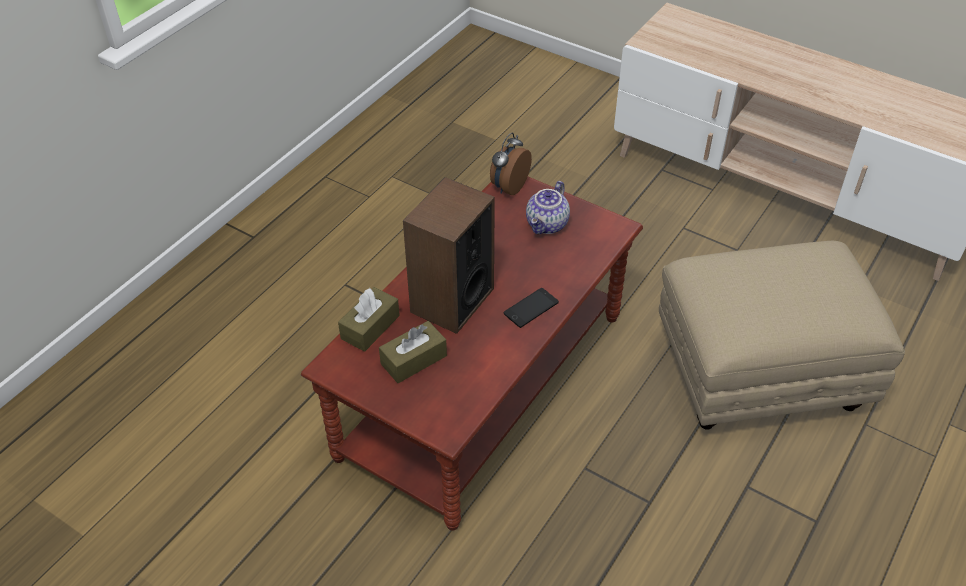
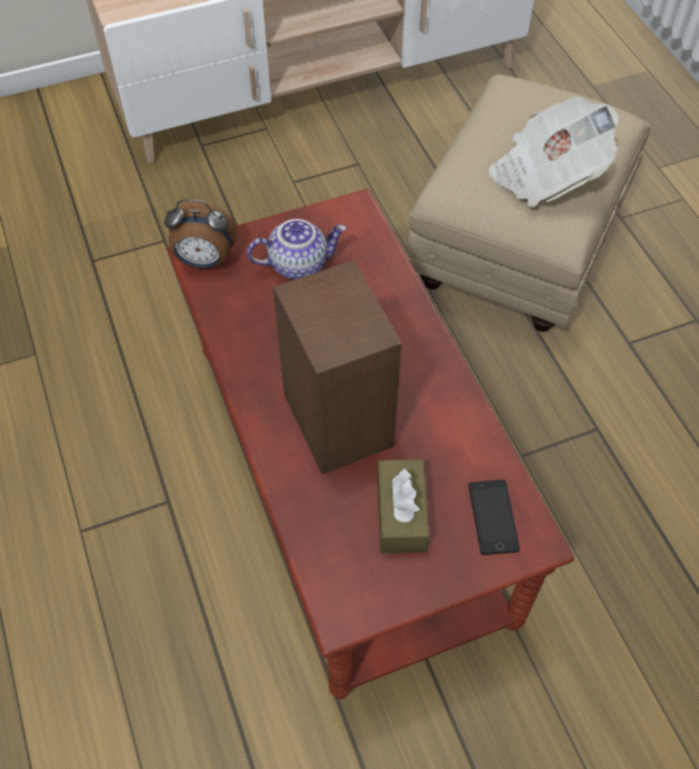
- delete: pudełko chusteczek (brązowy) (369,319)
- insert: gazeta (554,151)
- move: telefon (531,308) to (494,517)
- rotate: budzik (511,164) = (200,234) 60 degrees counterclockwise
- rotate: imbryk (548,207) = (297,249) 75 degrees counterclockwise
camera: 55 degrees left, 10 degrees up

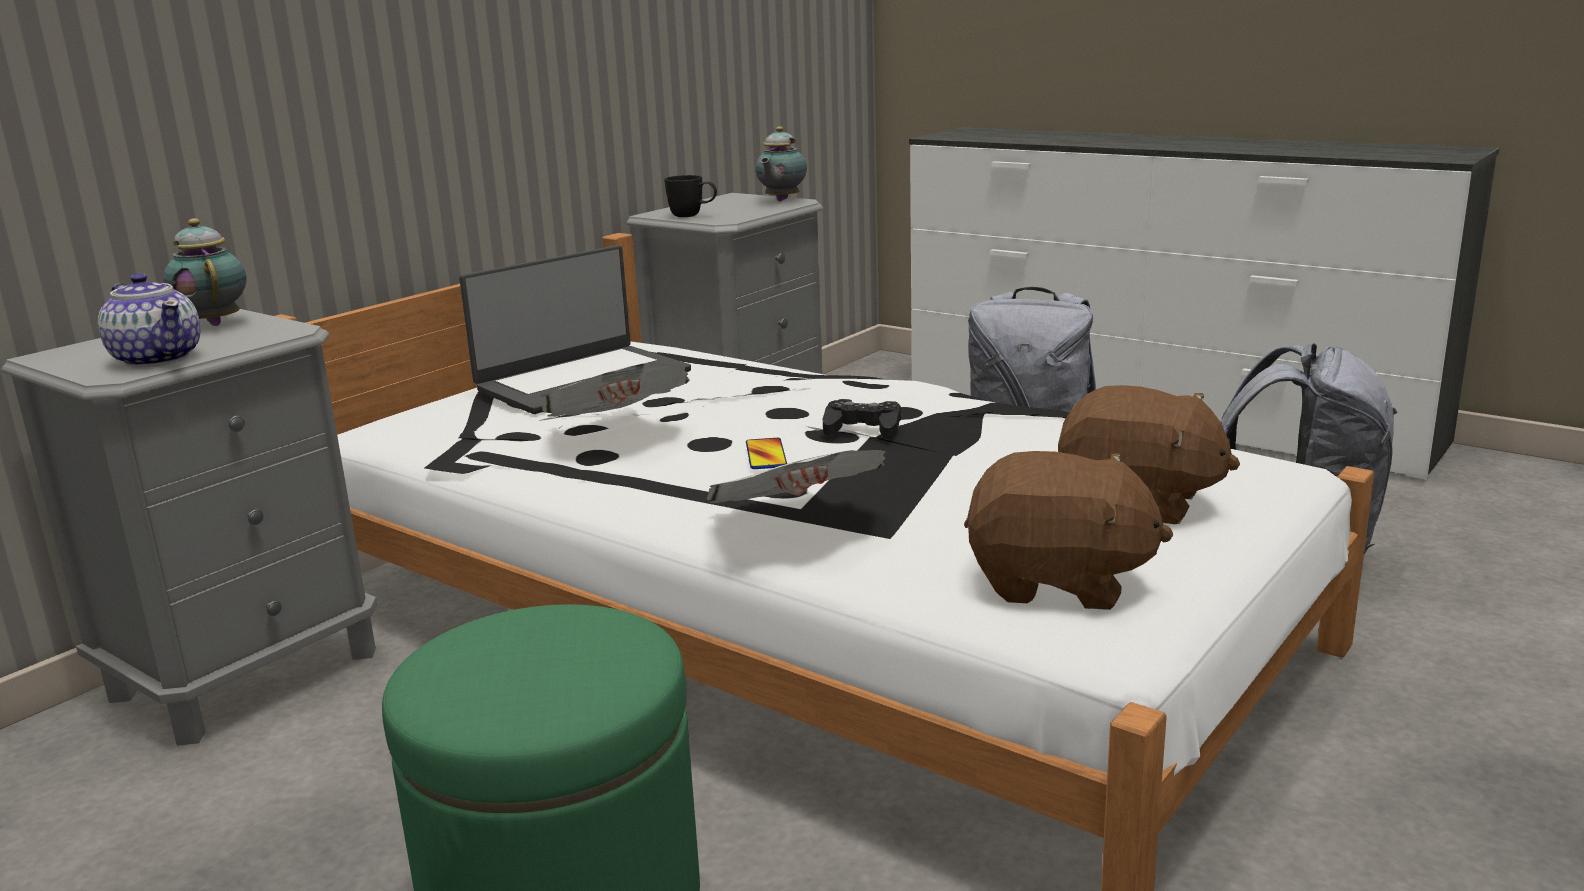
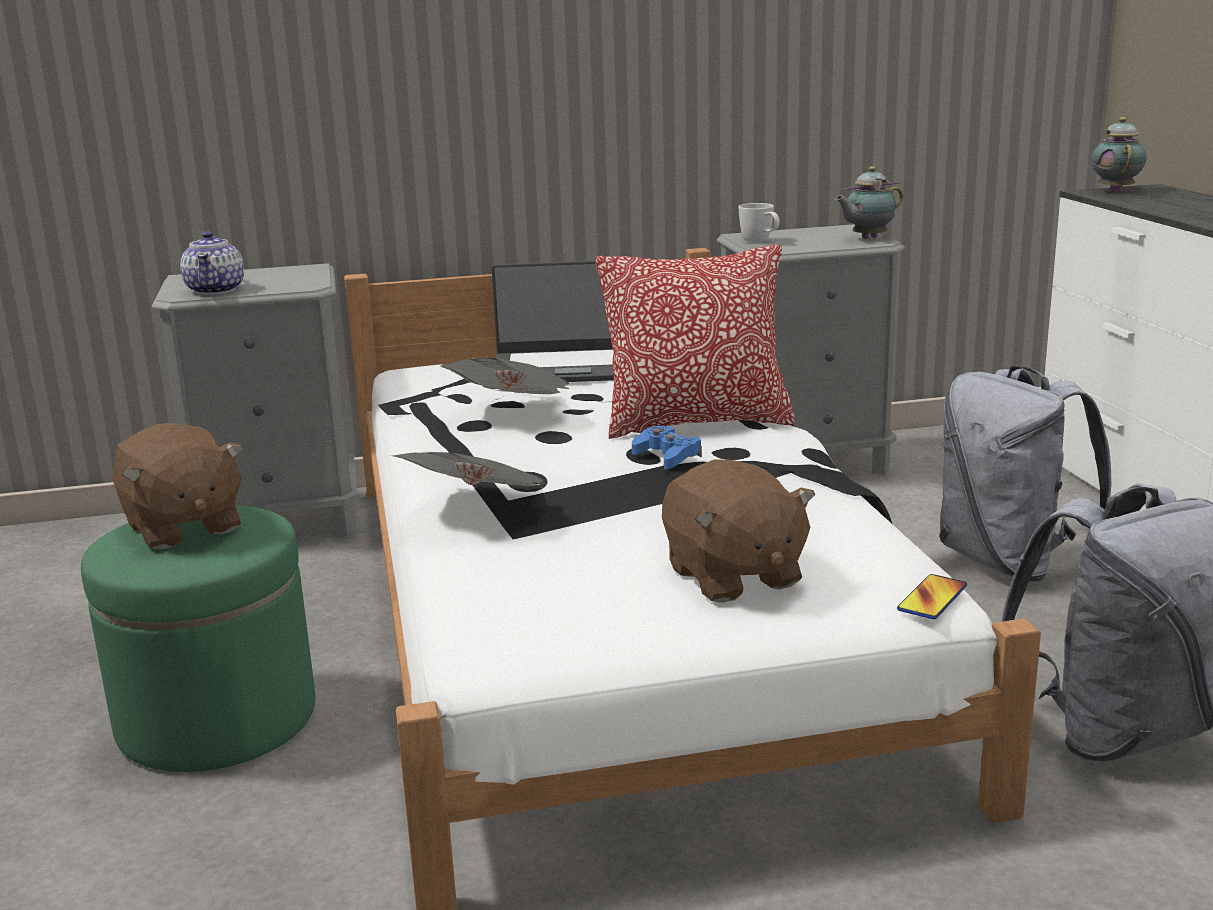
- insert: poduszka (695,342)
- move: imbryk (205,272) to (1118,154)
- move: telefon (766,453) to (932,596)
- move: pluszak (brązowy) (1068,530) to (177,486)
- recolor: kubek (czarny) (690,196) to kubek (biały) (759,222)
- recolor: pad do gier (czarny) (862,419) to pad do gier (niebieski) (667,447)
camera: 40 degrees right, 0 degrees up

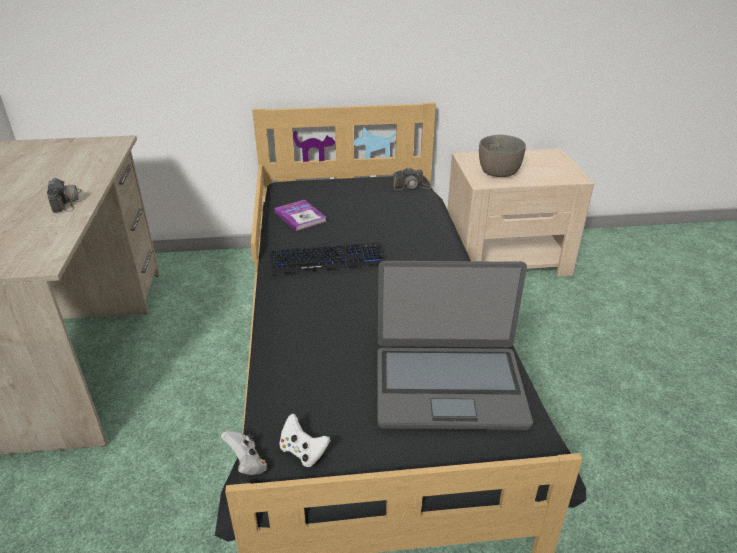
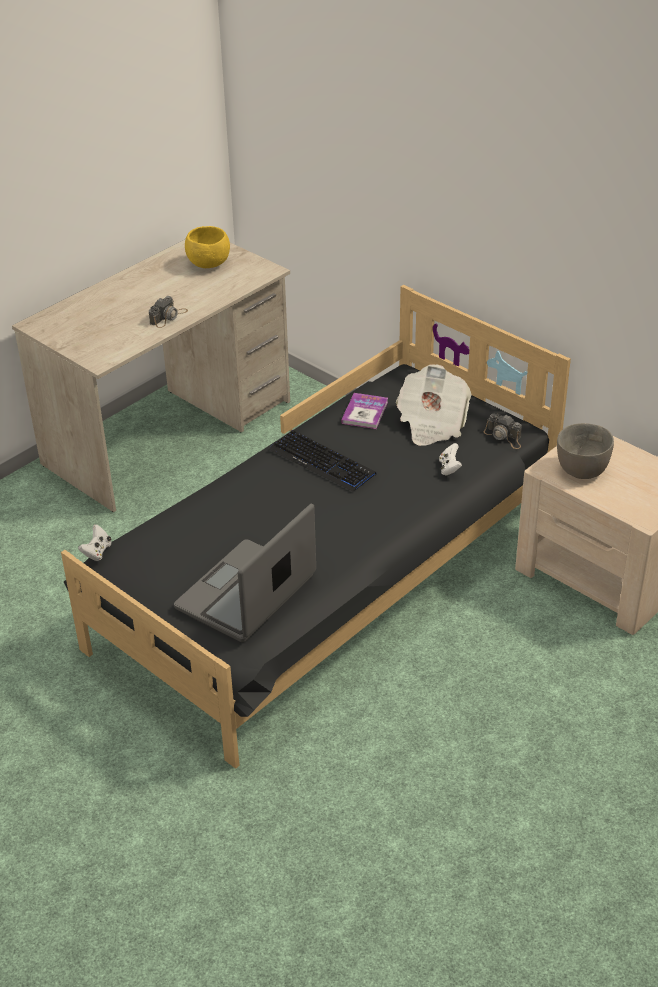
- insert: miska (żółty) (207,247)
- insert: gazeta (434,405)
- move: pad do gier (biały) (305,440) to (450,459)
- rotate: laptop (455,345) = (245,573) 75 degrees clockwise
camera: 50 degrees right, 5 degrees up

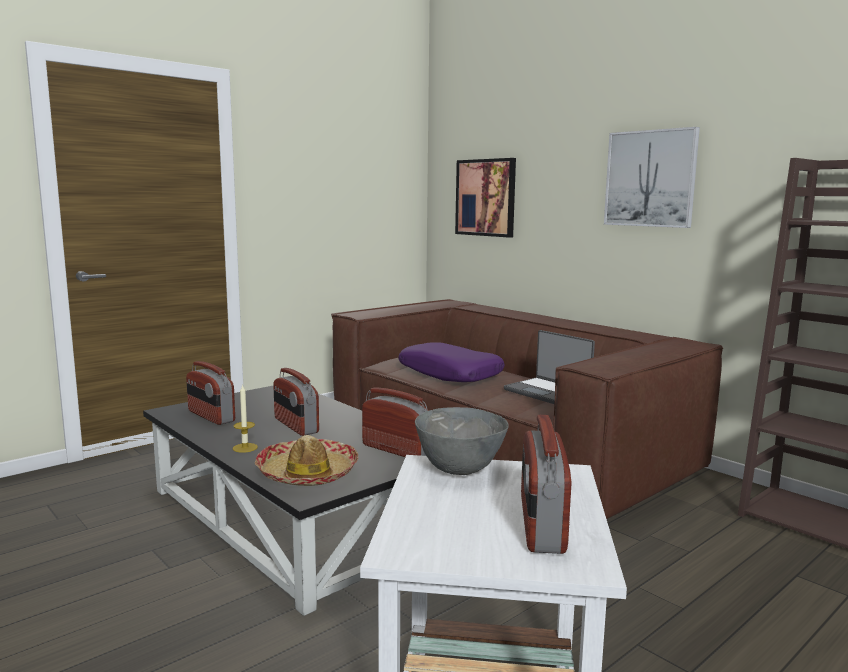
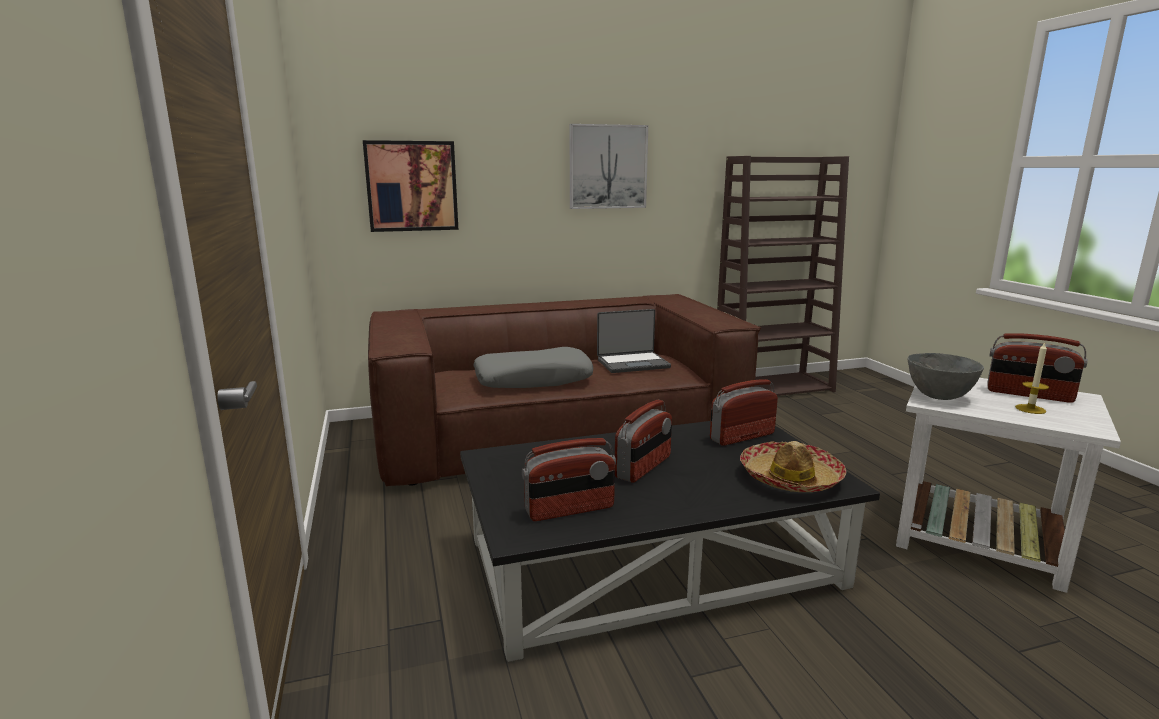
- move: świeca (245,418) to (1032,378)
- recolor: poduszka (fioletowy) (451,362) to poduszka (szary) (533,367)
- rotate: radio (296,402) = (643,441) 45 degrees counterclockwise
camera: 65 degrees left, 5 degrees up

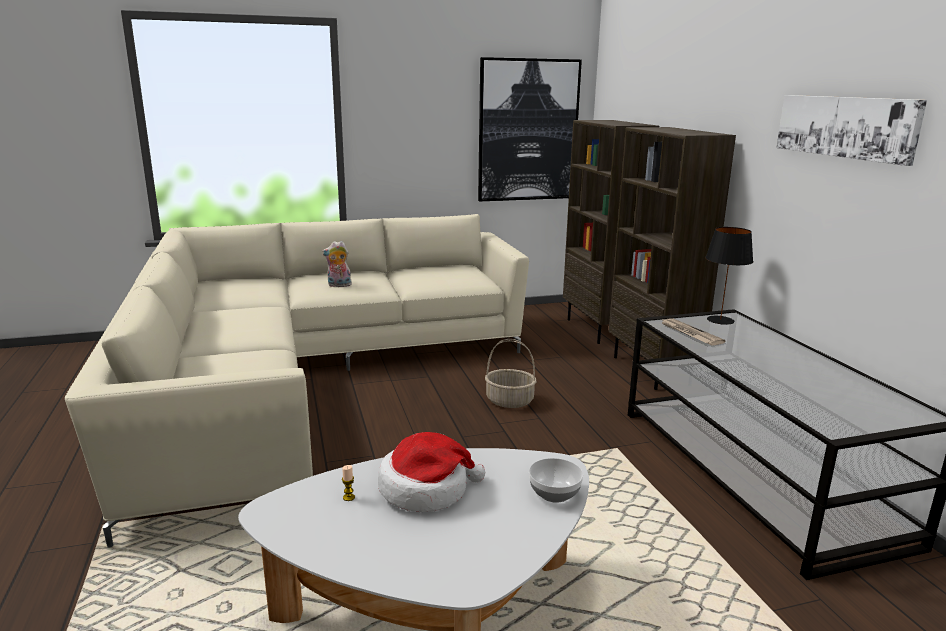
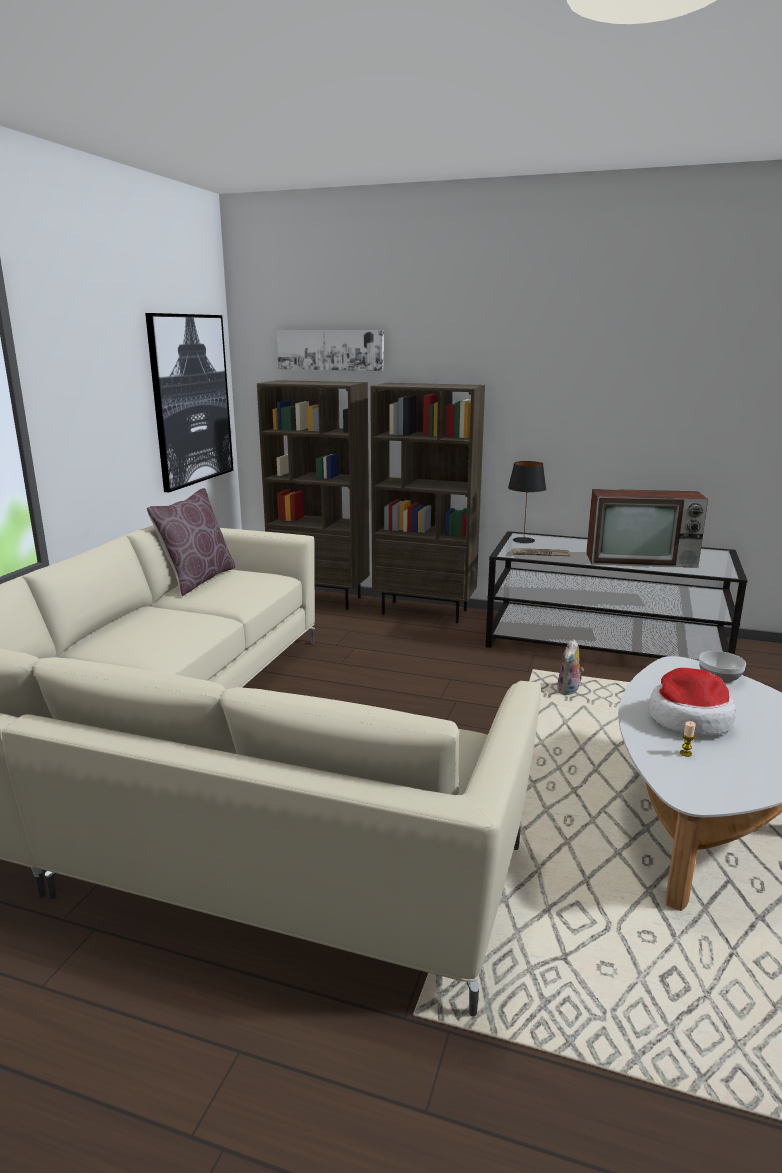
- delete: koszyk (510,373)
- insert: poduszka (brązowy) (191,542)
- insert: telewizor (647,528)
- move: pluszak (337,264) to (570,667)
- move: obraz (851,130) to (330,350)
camera: 55 degrees left, 0 degrees up

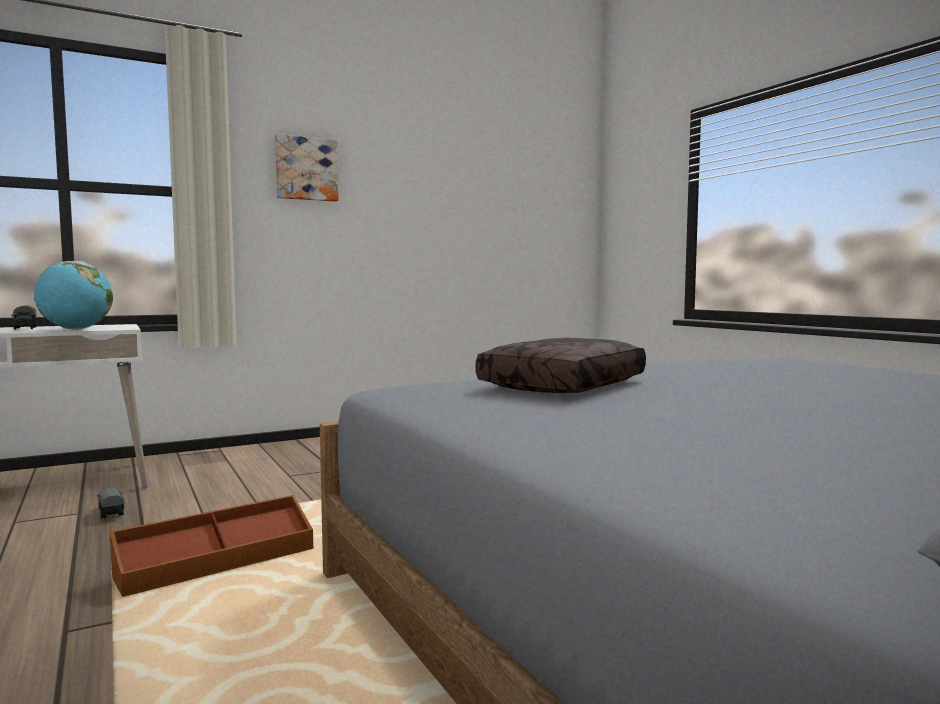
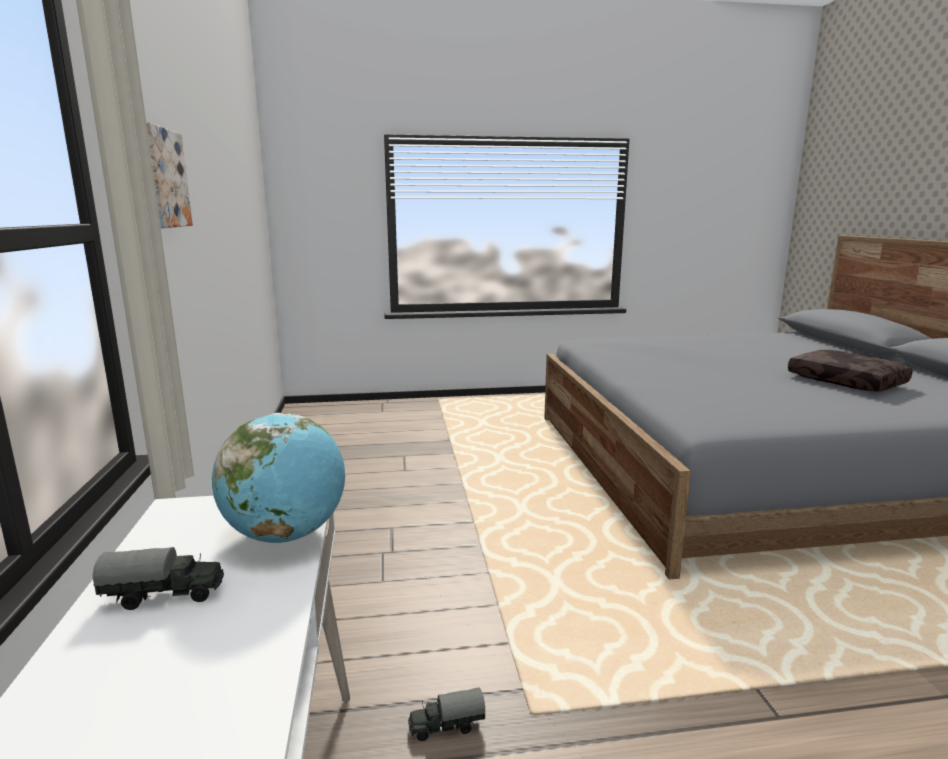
- delete: pojemnik do przechowywania (brązowy) (211,546)
- move: poduszka (brązowy) (560,365) to (850,371)
camera: 70 degrees left, 10 degrees up

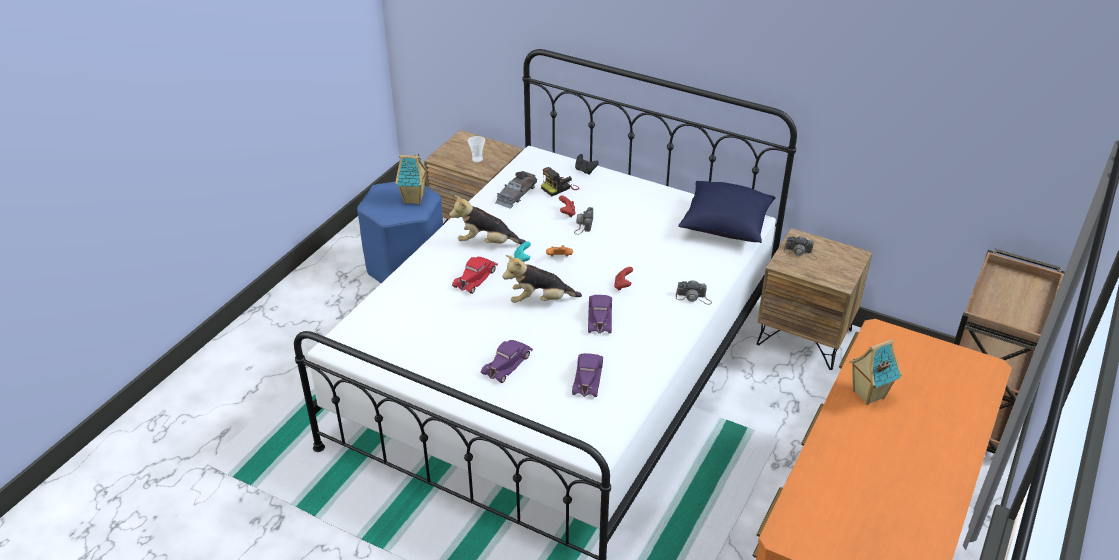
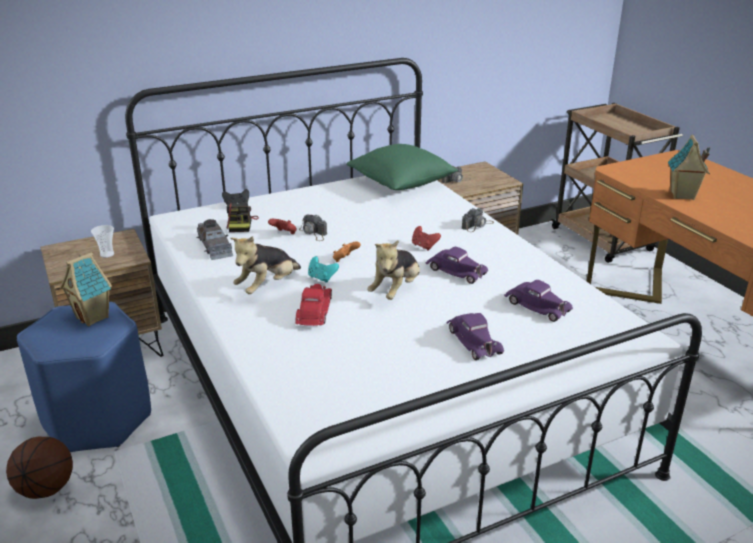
- insert: piłka do koszykówki (39,468)
- recolor: poduszka (niebieski) (727,212) to poduszka (zielony) (402,167)
- rotate: samochodzik (czerwony) (475,275) = (313,304) 150 degrees counterclockwise
camera: 55 degrees left, 10 degrees down

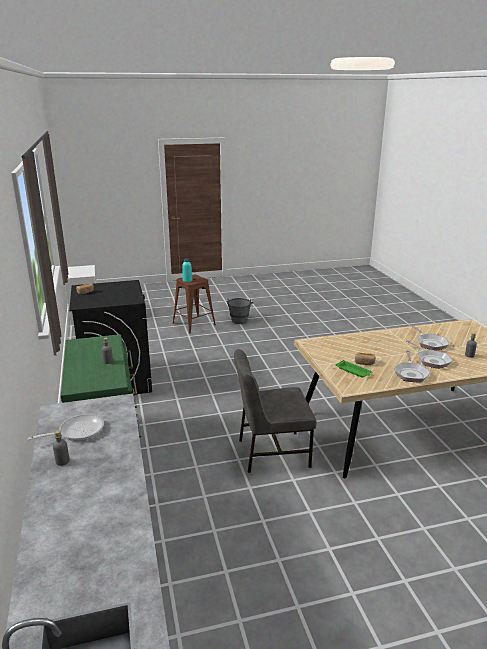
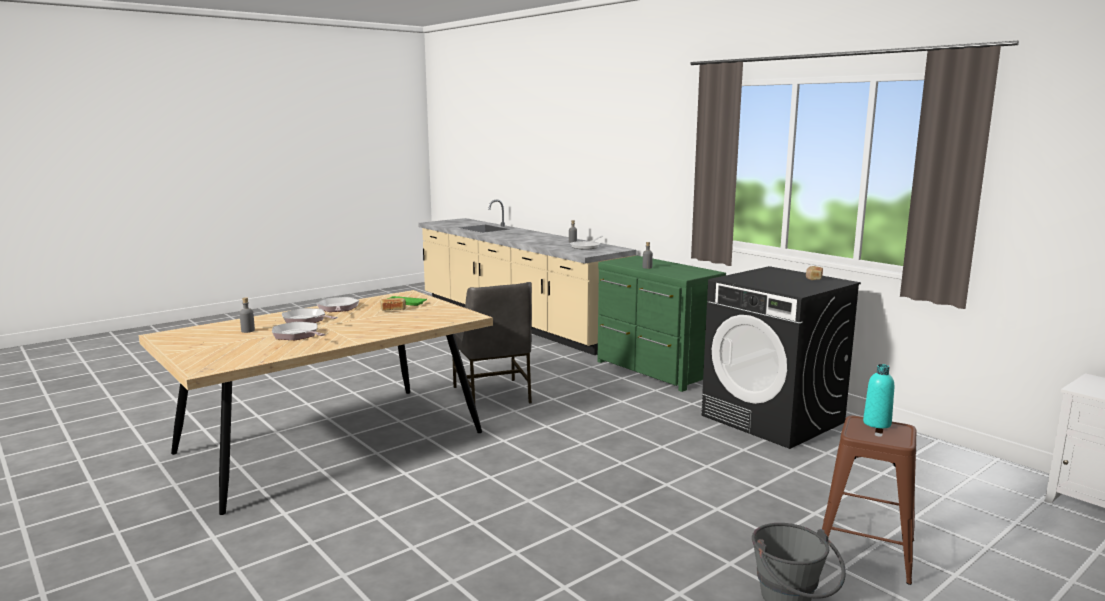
- rotate: krzesło (szary) (275,411) = (492,343) 105 degrees clockwise
camera: 155 degrees right, 10 degrees down

